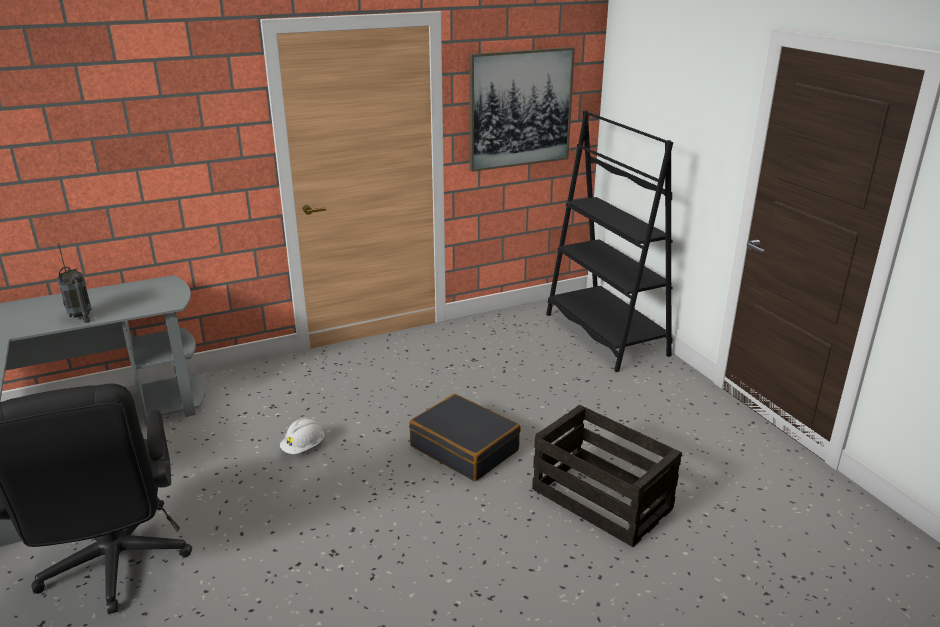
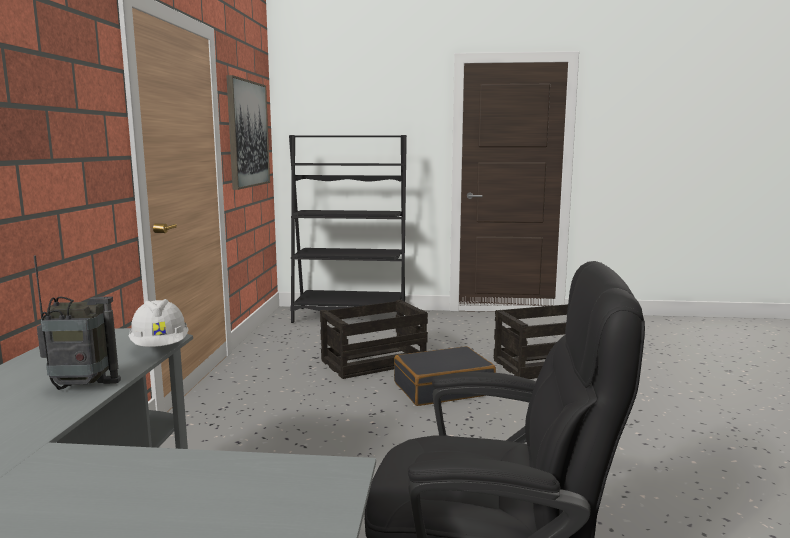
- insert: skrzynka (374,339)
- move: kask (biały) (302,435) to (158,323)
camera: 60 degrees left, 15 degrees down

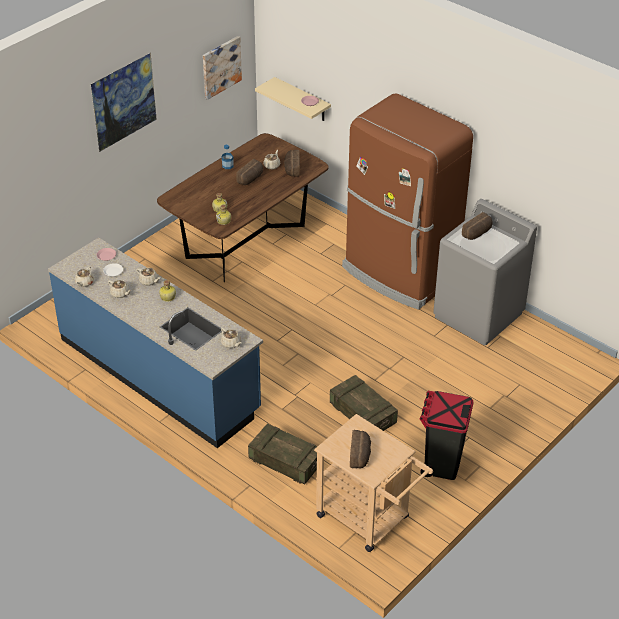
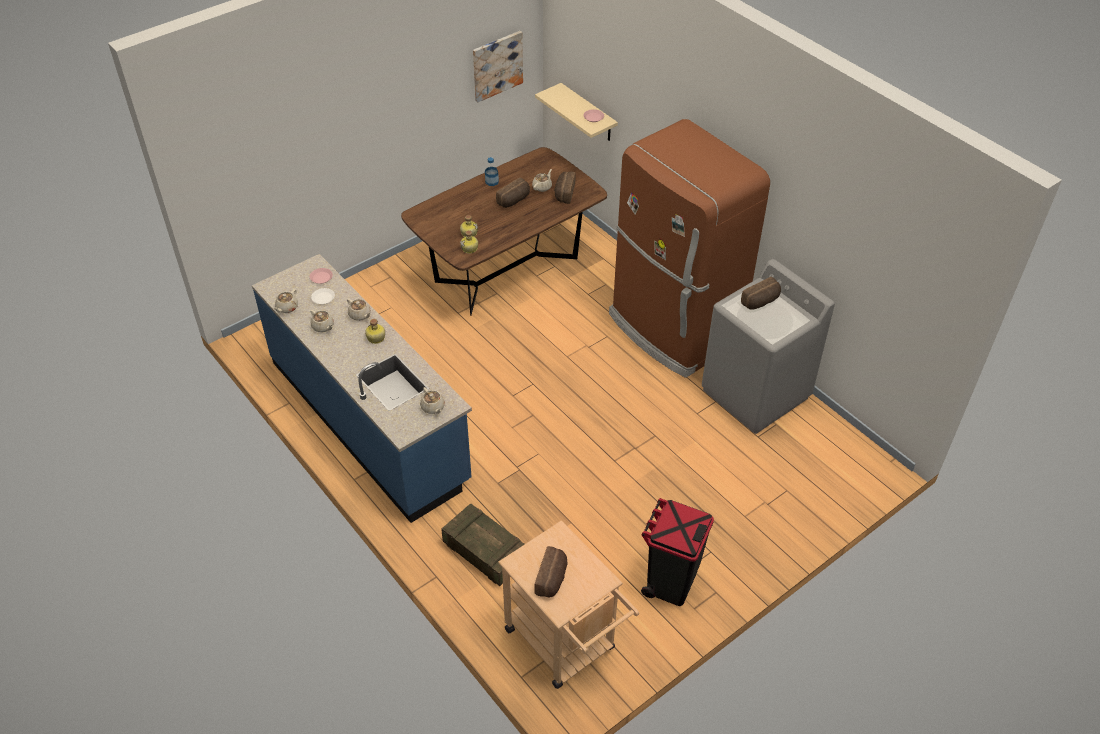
- delete: obraz (124,102)
- delete: skrzynka (364,403)
camera: 10 degrees right, 5 degrees up

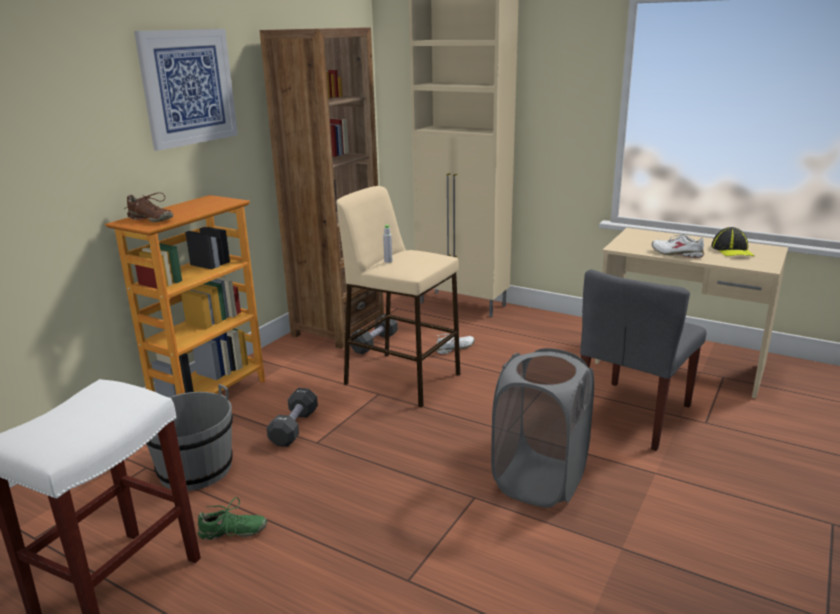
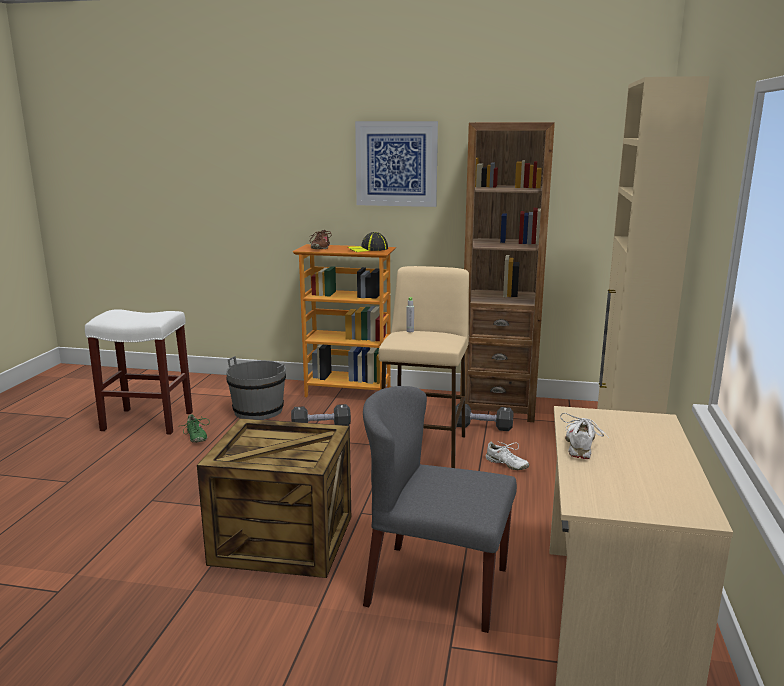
- move: czapka z daszkiem (733,241) to (368,242)
- replace: kosz na pranie (szary) (542,428) to skrzynka (274,498)
camera: 70 degrees right, 5 degrees down

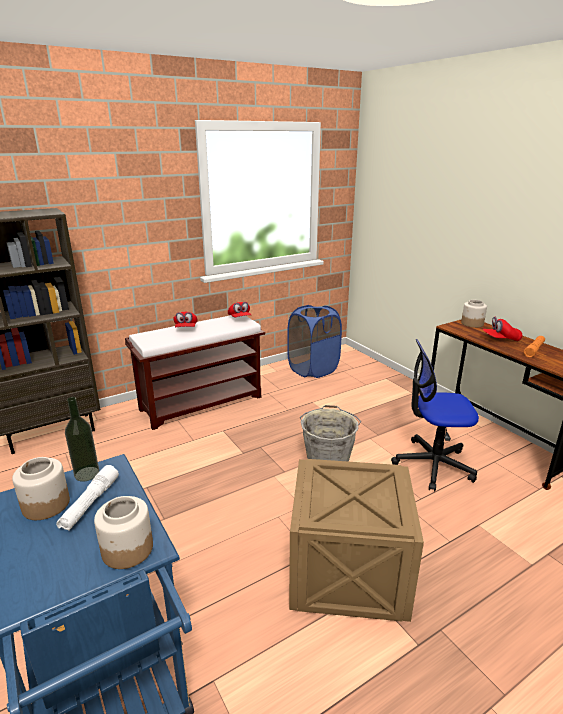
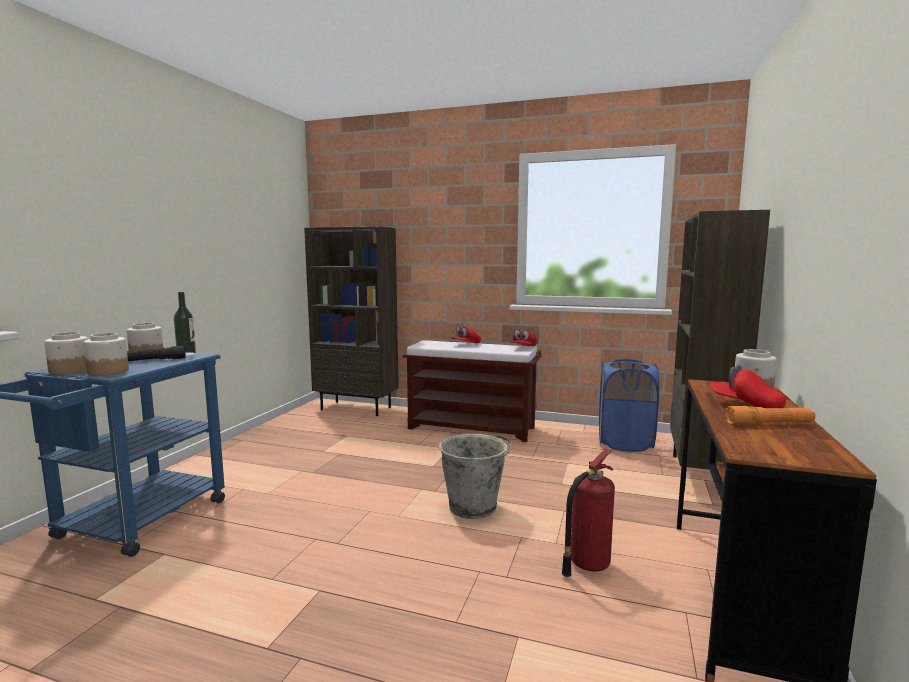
- delete: skrzynka (356,540)
- insert: słoik (66,353)
- insert: regał (brązowy) (720,350)
- replace: krzesło biurowe (435,415) to gaśnica (588,513)
- recolor: latarka (biały) (87,497) to latarka (czarny) (156,353)
camera: 50 degrees right, 15 degrees down

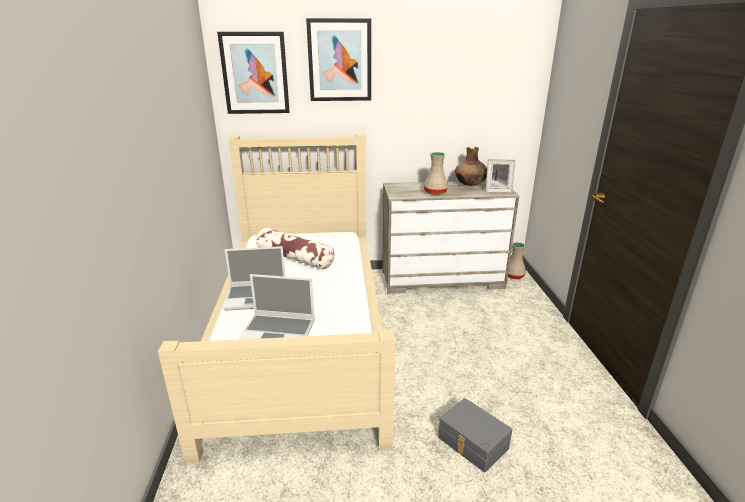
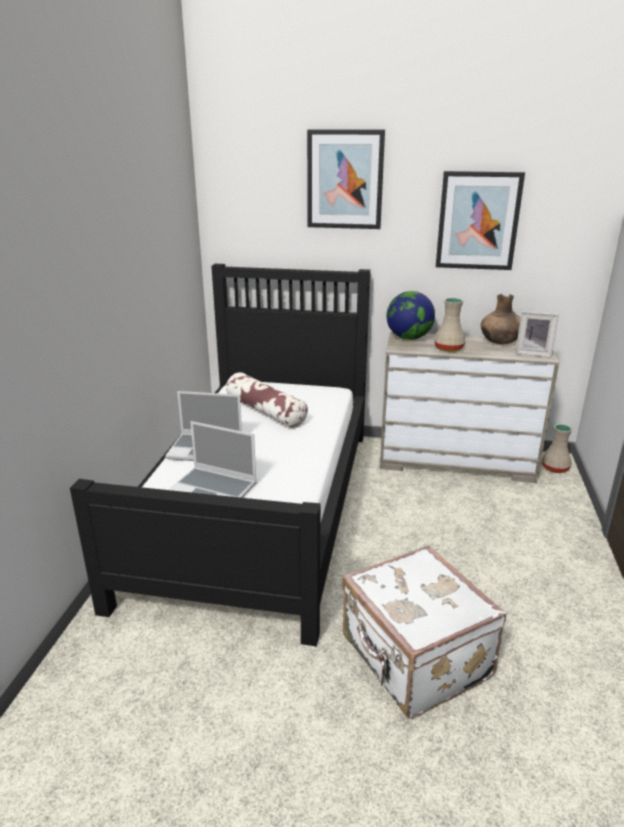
- insert: globus (410,315)
- move: obraz (253,73) to (480,220)
- replace: pojemnik do przechowywania (szary) (475,435) to walizka (biały) (424,632)
- recolor: łóżko (beżowy) (276,299) to łóżko (czarny) (220,455)
camera: 15 degrees right, 0 degrees up

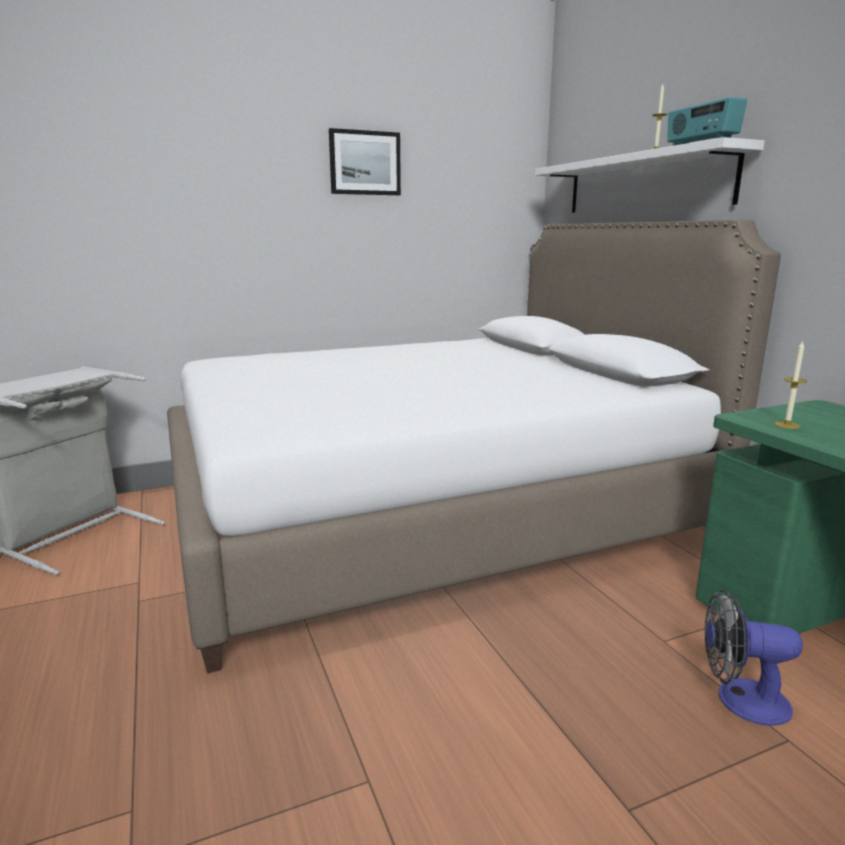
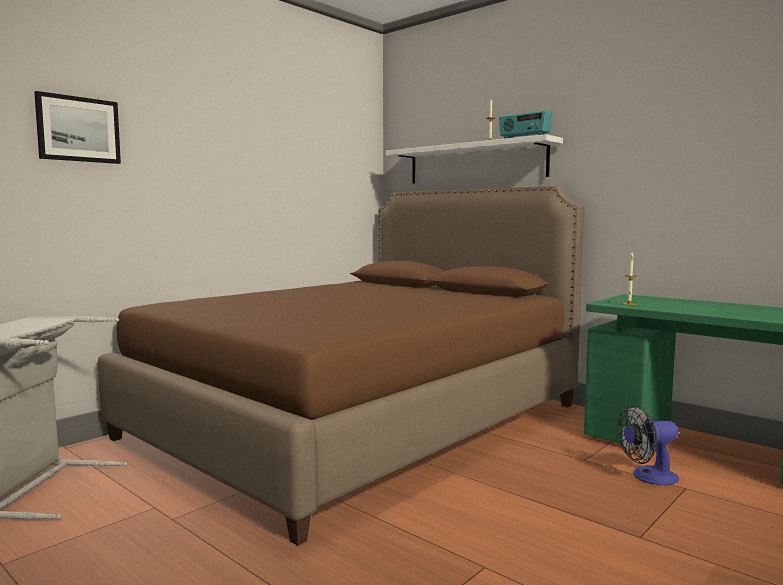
- move: obraz (365,161) to (77,127)
- recolor: łóżko (biały) (474,446) to łóżko (brązowy) (341,366)
camera: 25 degrees left, 10 degrees down

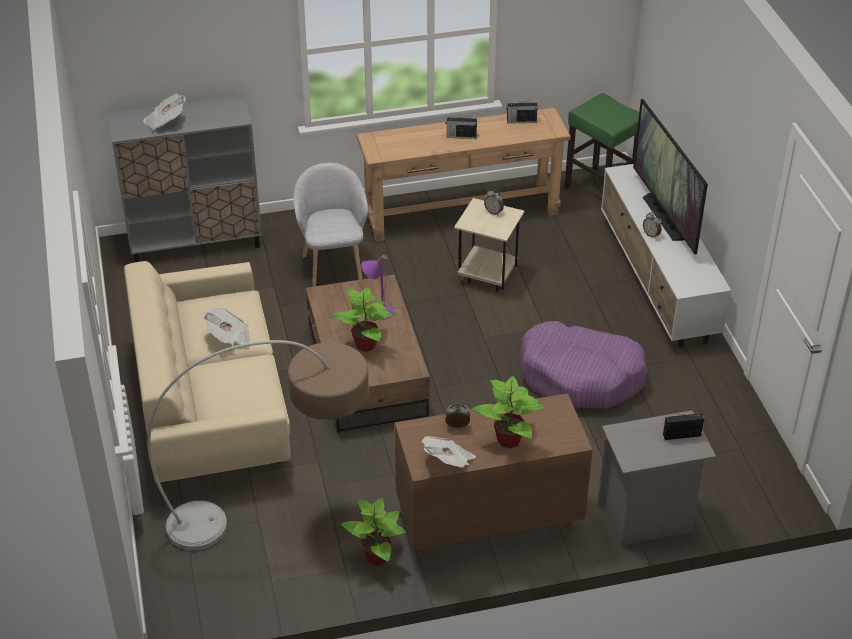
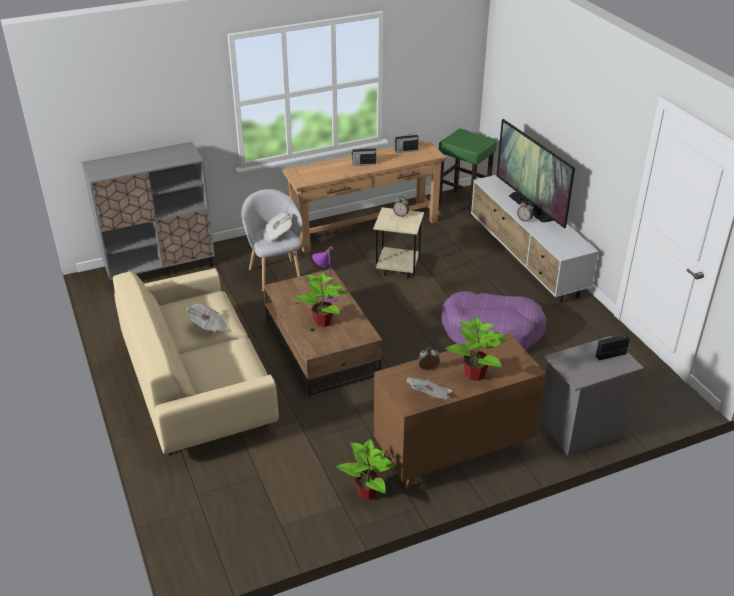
- delete: lampa stojąca (258,445)
- move: gazeta (164,112) to (275,227)
camera: 10 degrees left, 5 degrees down

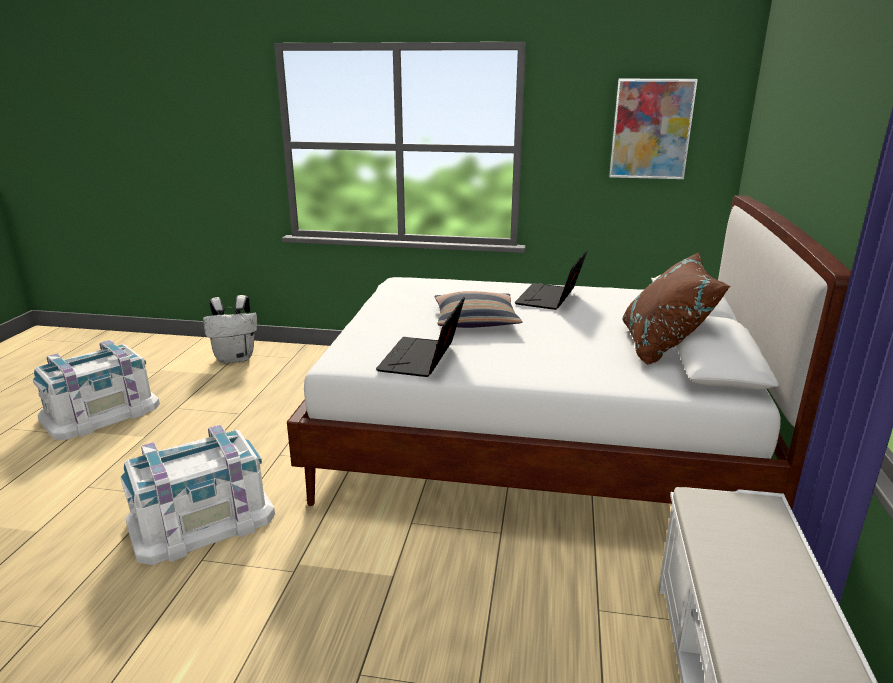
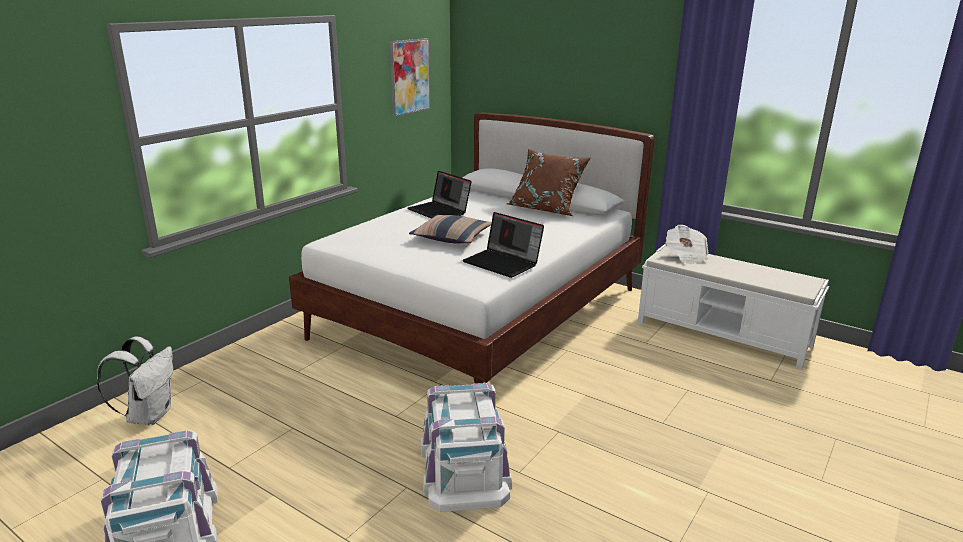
- insert: gazeta (686,245)
camera: 65 degrees left, 0 degrees up

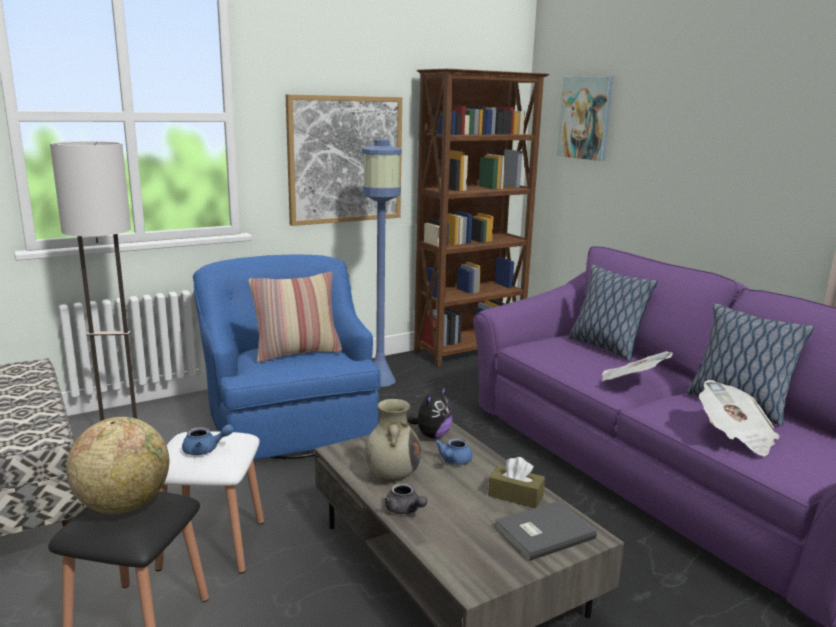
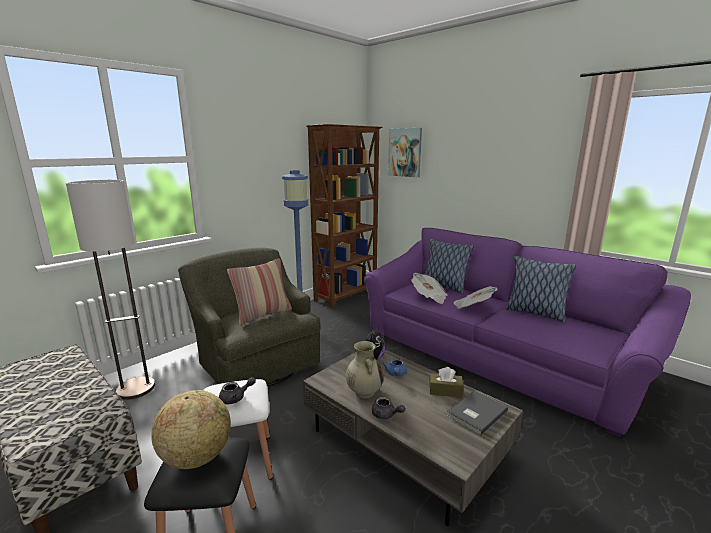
- delete: obraz (344,160)
- move: gazeta (739,418) to (429,288)
- recolor: imbryk (niebieski) (208,439) to imbryk (szary) (237,390)
- recolor: fotel (niebieski) (286,357) to fotel (zielony) (249,316)
camera: 15 degrees left, 0 degrees up

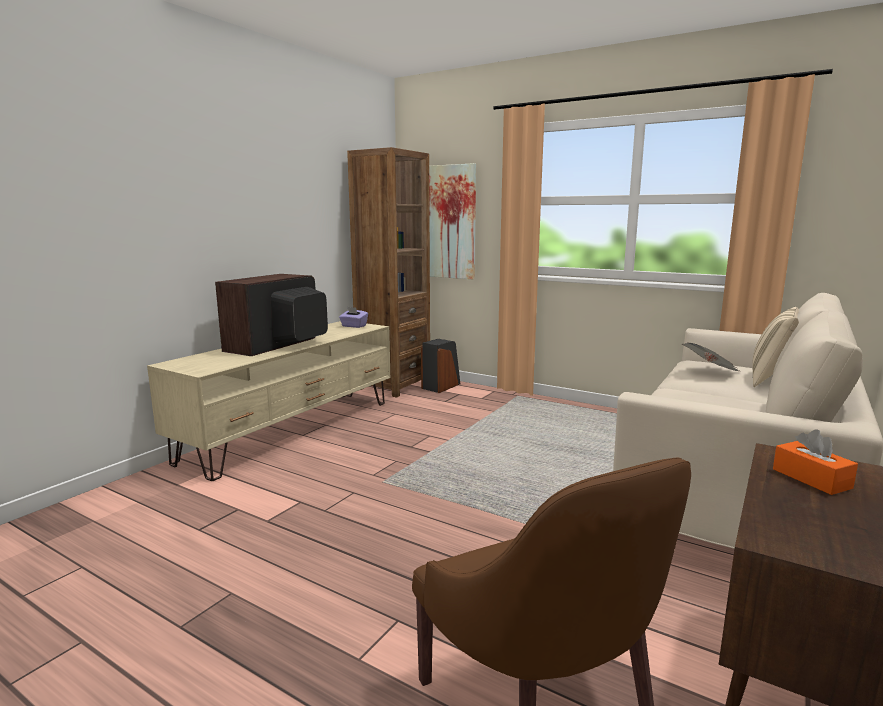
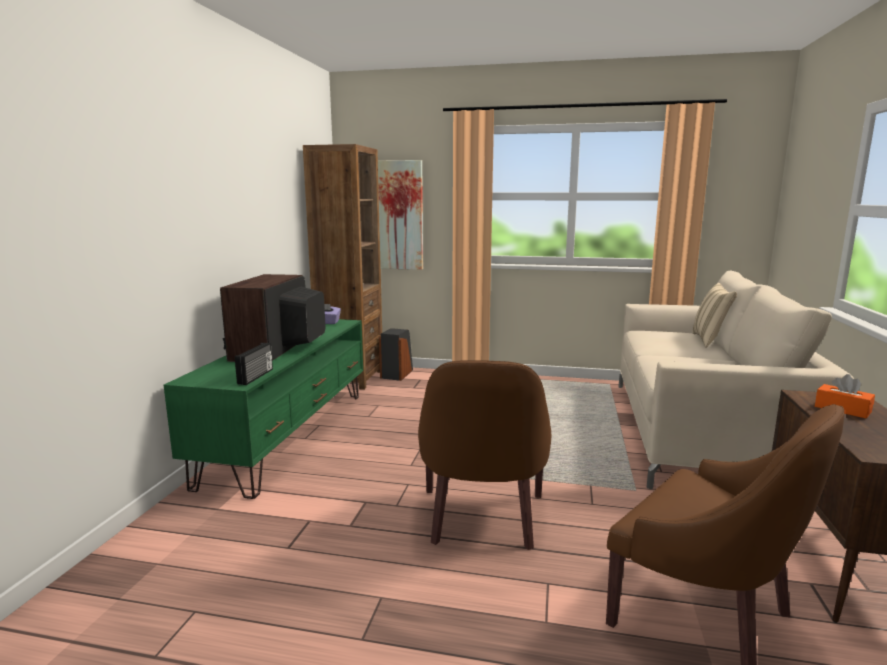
- delete: gazeta (710,357)
- insert: radio (254,364)
- insert: fotel (brązowy) (484,455)
- recolor: szafka pod telewizor (beżowy) (268,401) to szafka pod telewizor (zielony) (263,409)
camera: 20 degrees left, 0 degrees up

